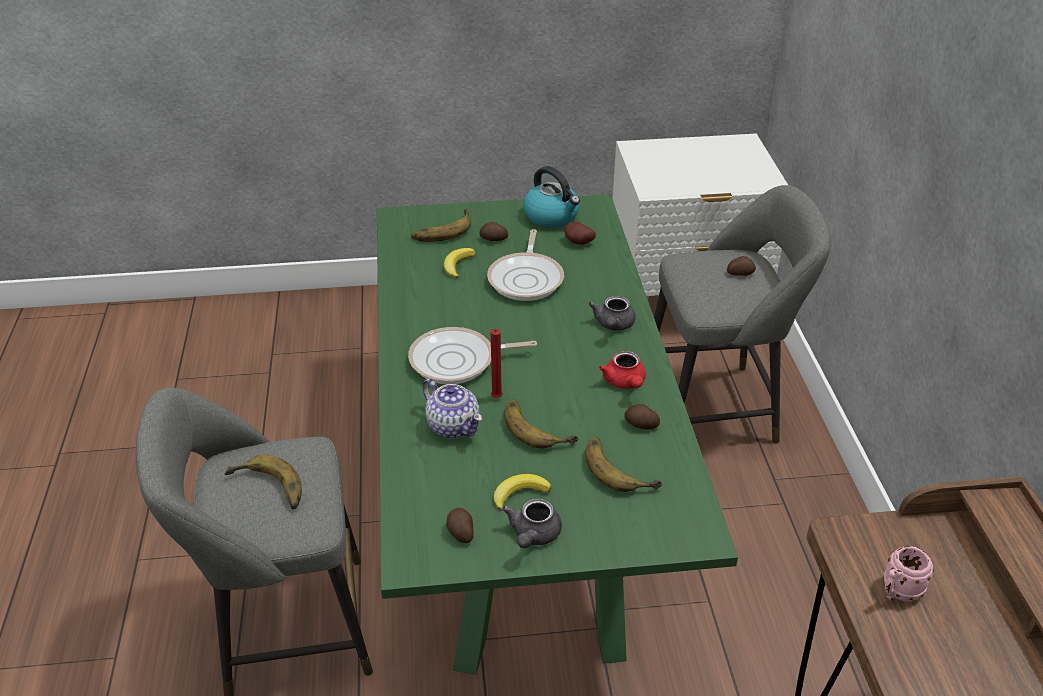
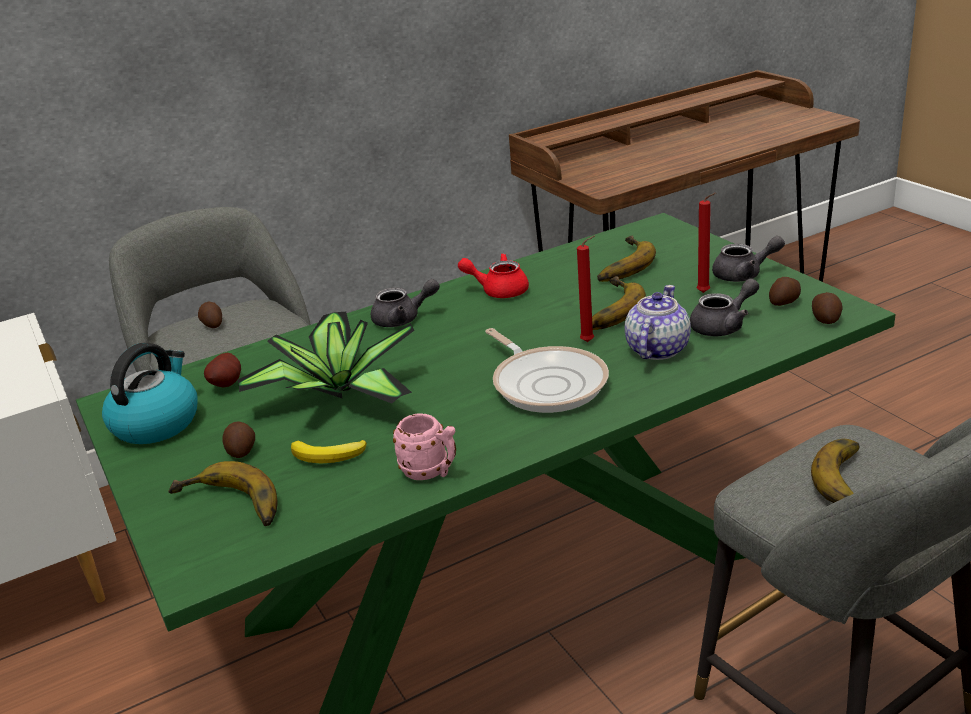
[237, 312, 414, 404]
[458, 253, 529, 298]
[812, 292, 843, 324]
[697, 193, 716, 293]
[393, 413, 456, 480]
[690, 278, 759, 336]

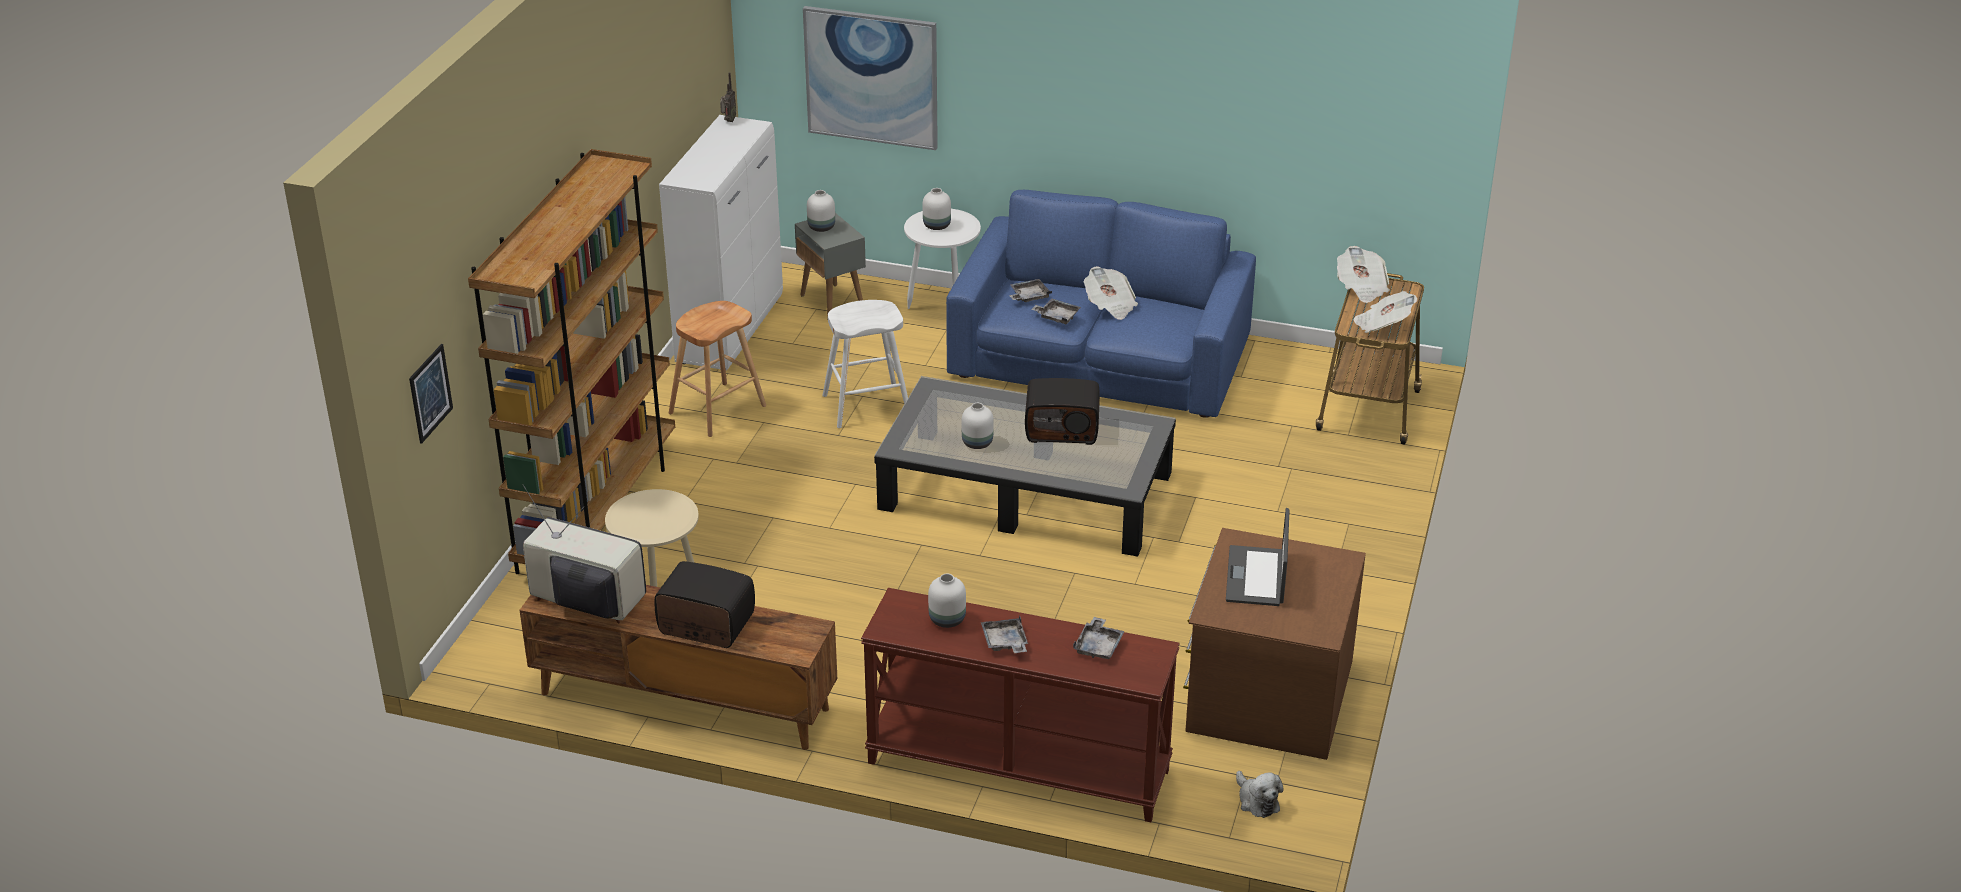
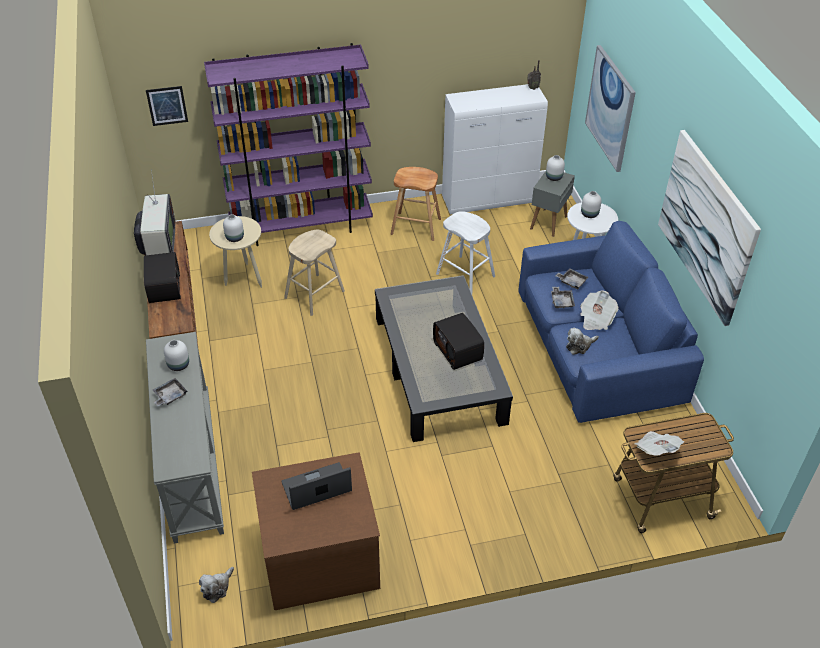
[204, 43, 373, 246]
[1337, 246, 1390, 303] (first image)
[223, 214, 244, 242]
[146, 332, 224, 544]
[1073, 617, 1125, 659] (first image)
[658, 130, 761, 326]
[284, 230, 345, 316]
[566, 328, 599, 355]

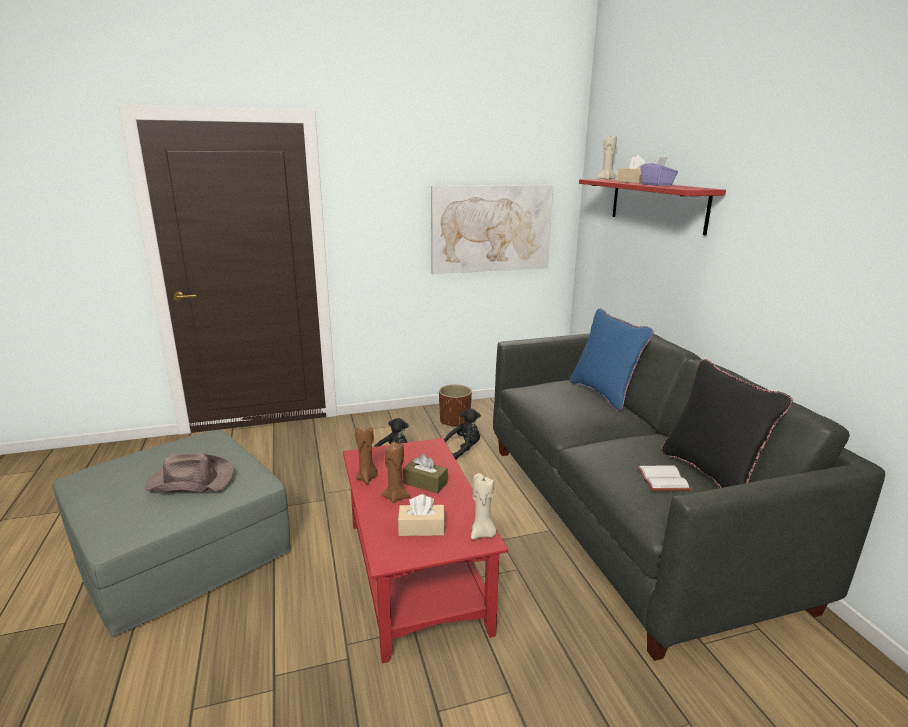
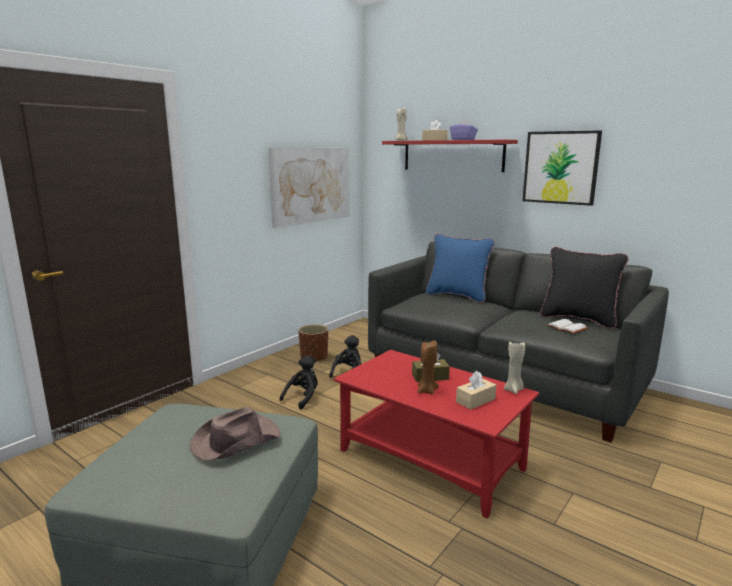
[355, 427, 378, 484] (first image)
[523, 130, 602, 206]

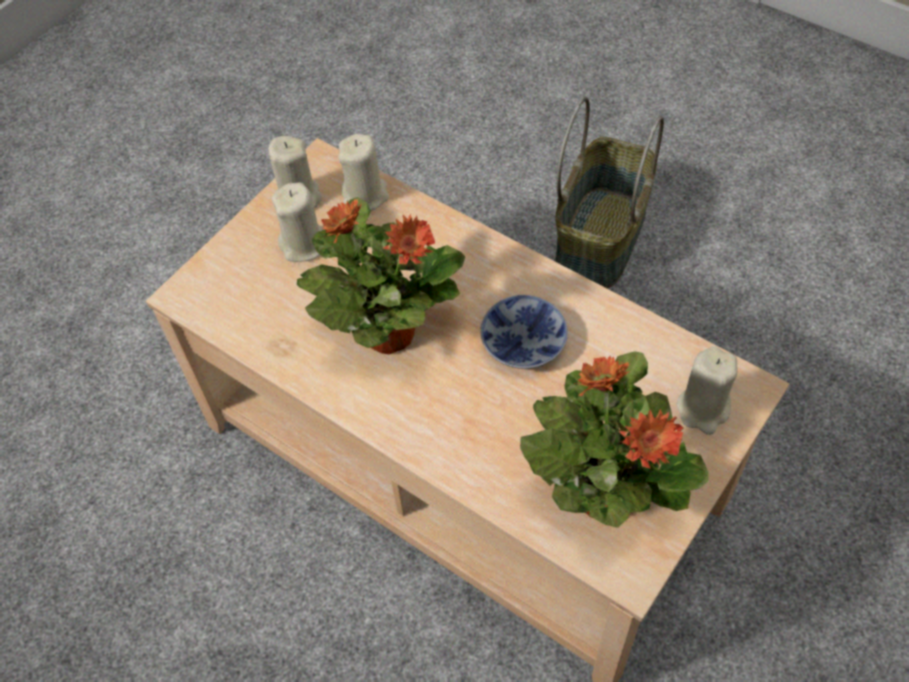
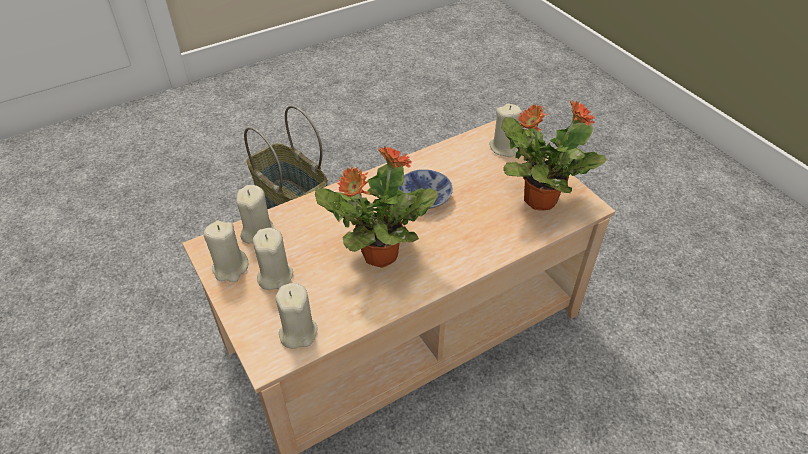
[275, 283, 317, 349]

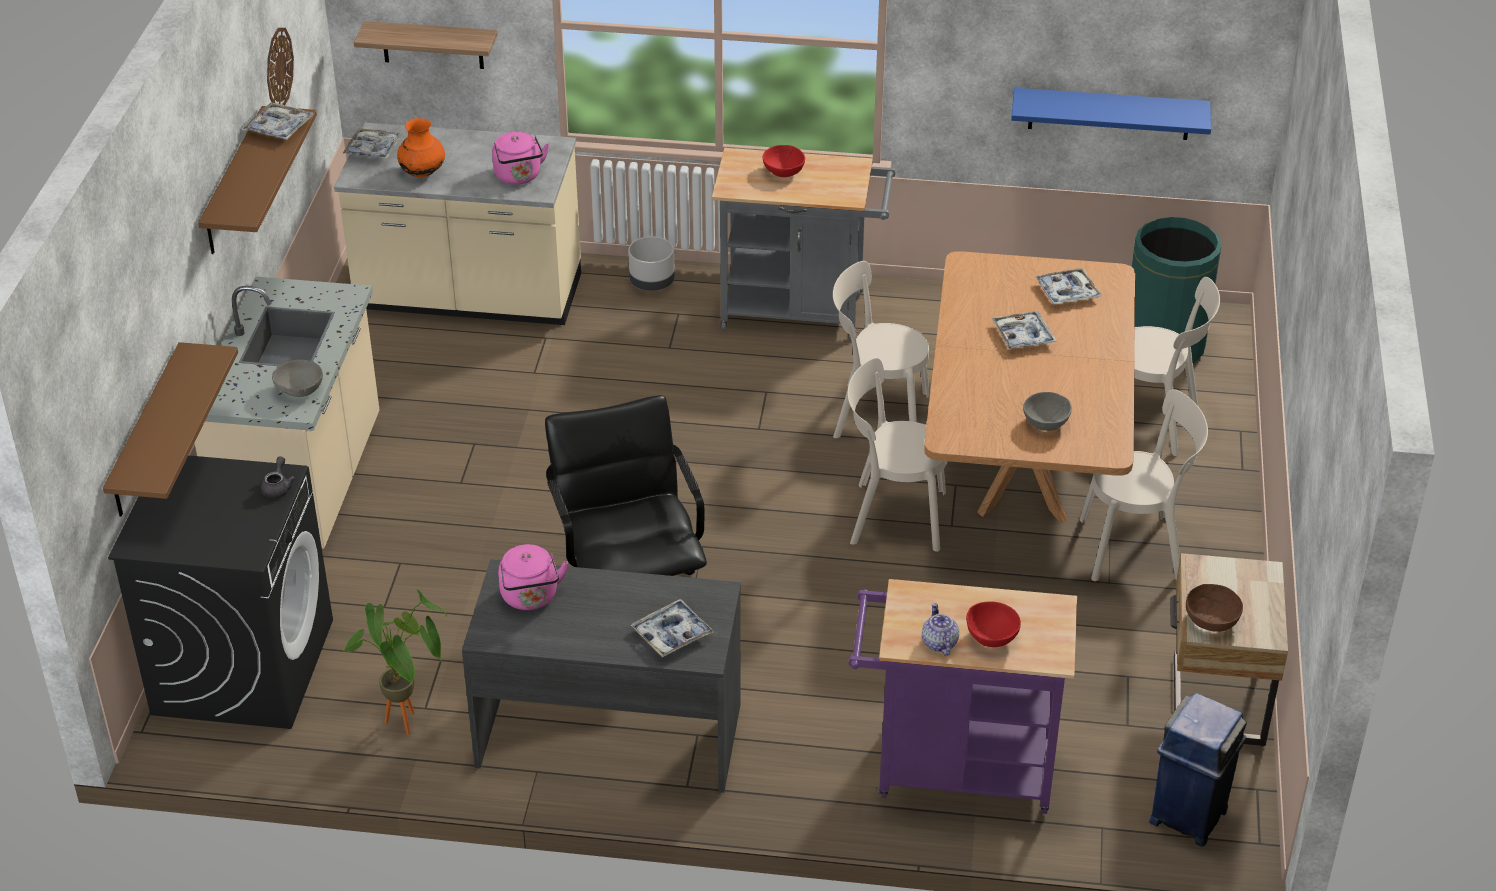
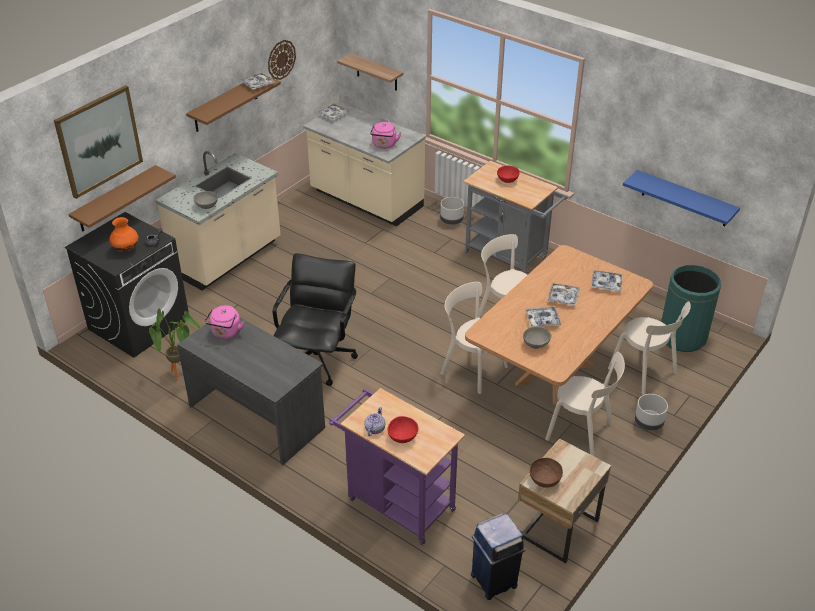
[109, 217, 139, 252]
[525, 306, 561, 327]
[54, 85, 143, 199]
[635, 394, 668, 431]

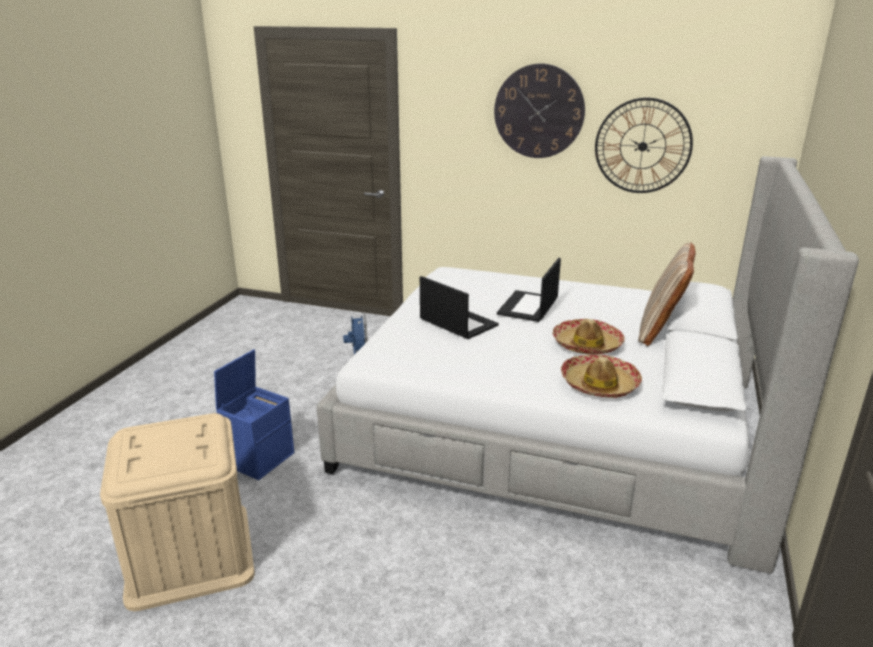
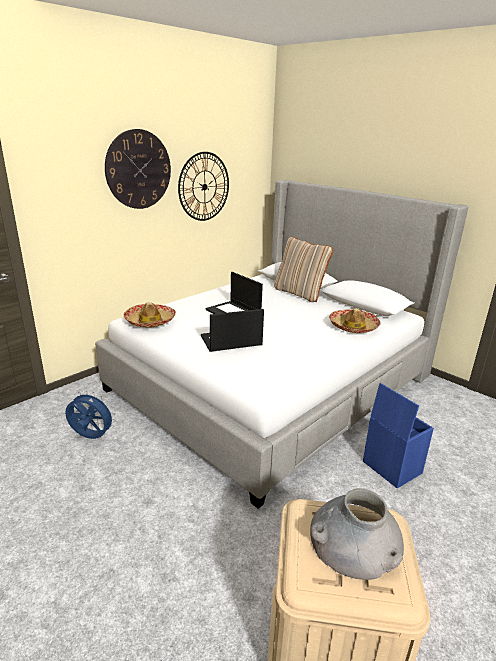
[124, 302, 176, 327]
[363, 383, 434, 488]
[310, 488, 404, 580]

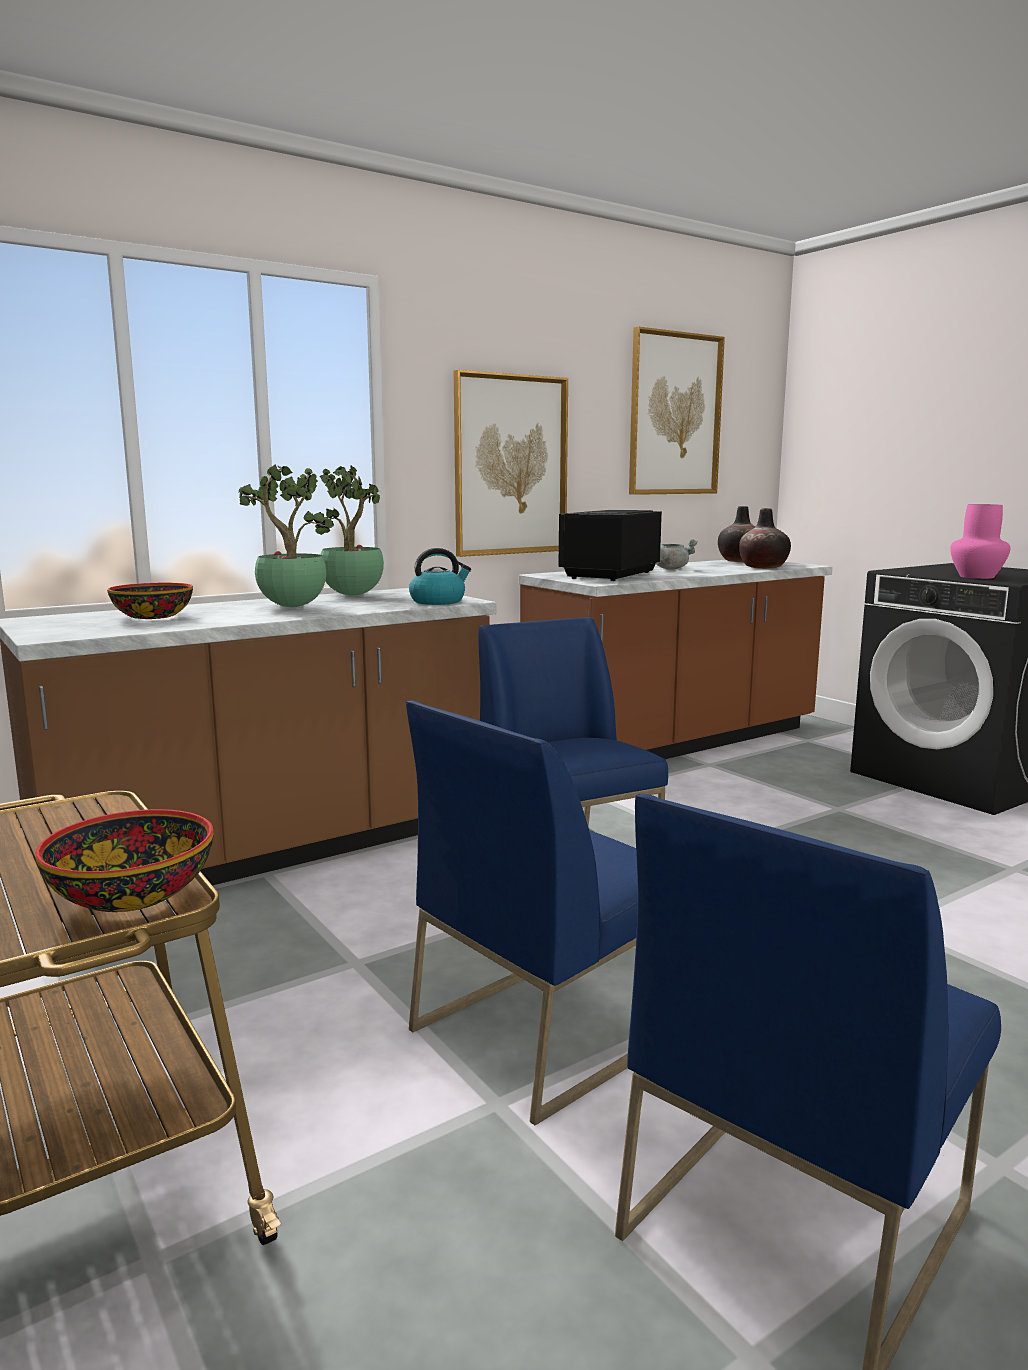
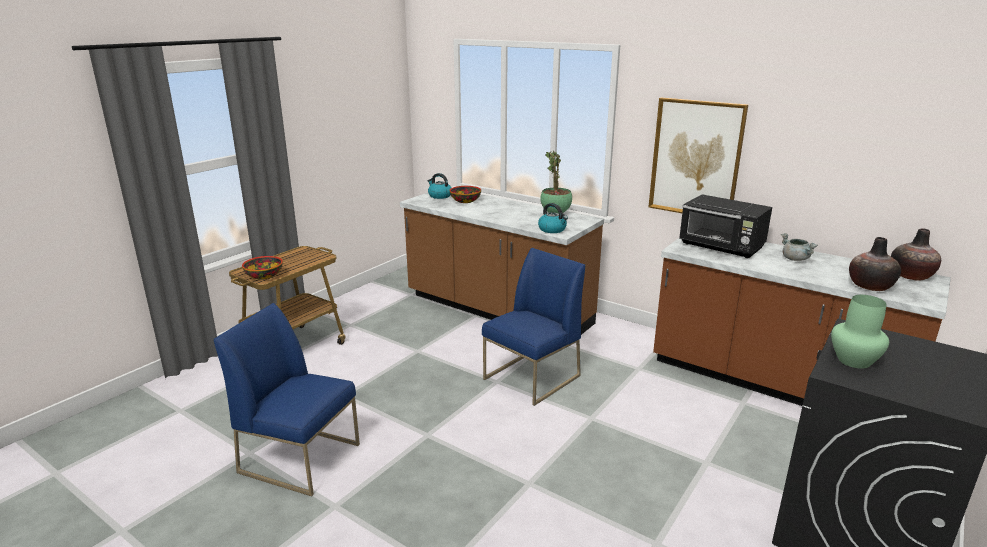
[629, 327, 725, 495] (first image)
[239, 465, 333, 607] (first image)
[831, 295, 889, 369]
[679, 194, 772, 258]
[406, 701, 638, 1125] (first image)
[428, 173, 452, 199]

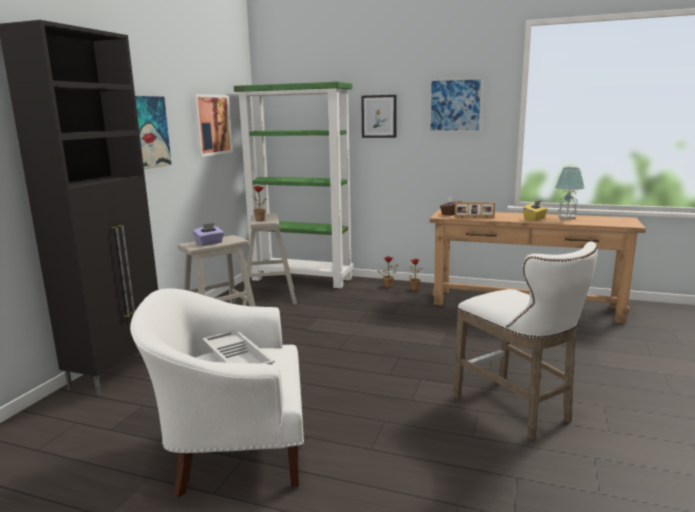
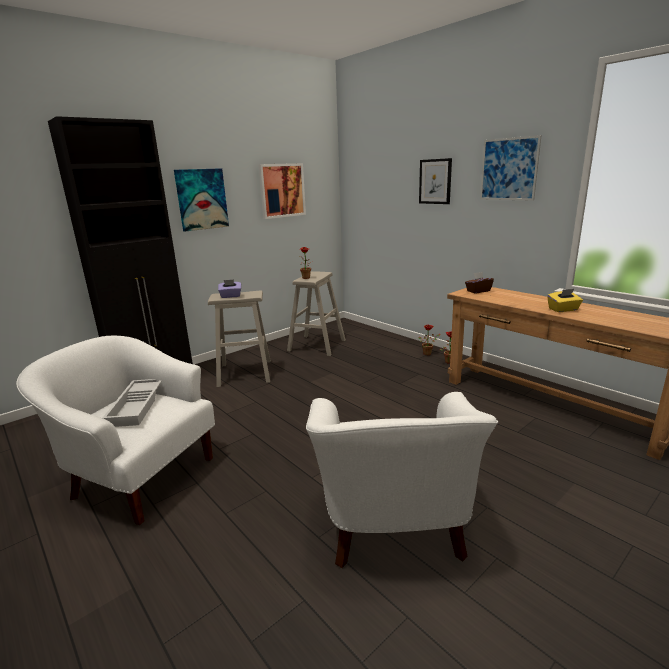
[234, 82, 354, 288] (first image)
[555, 167, 585, 219] (first image)
[455, 202, 495, 218] (first image)
[306, 392, 498, 568]

